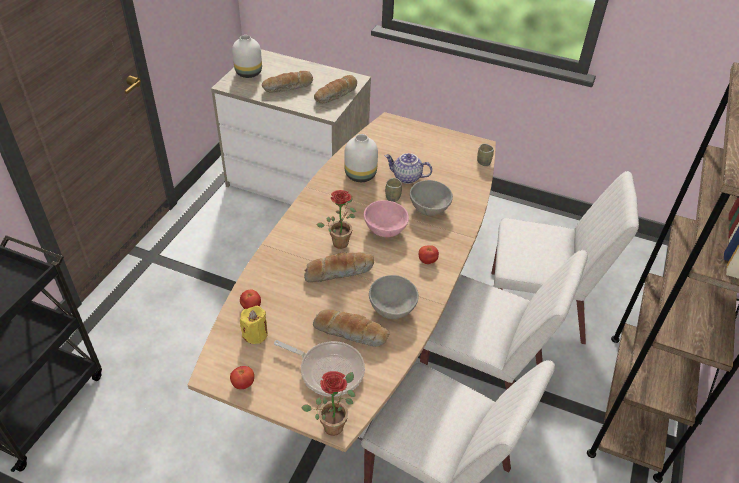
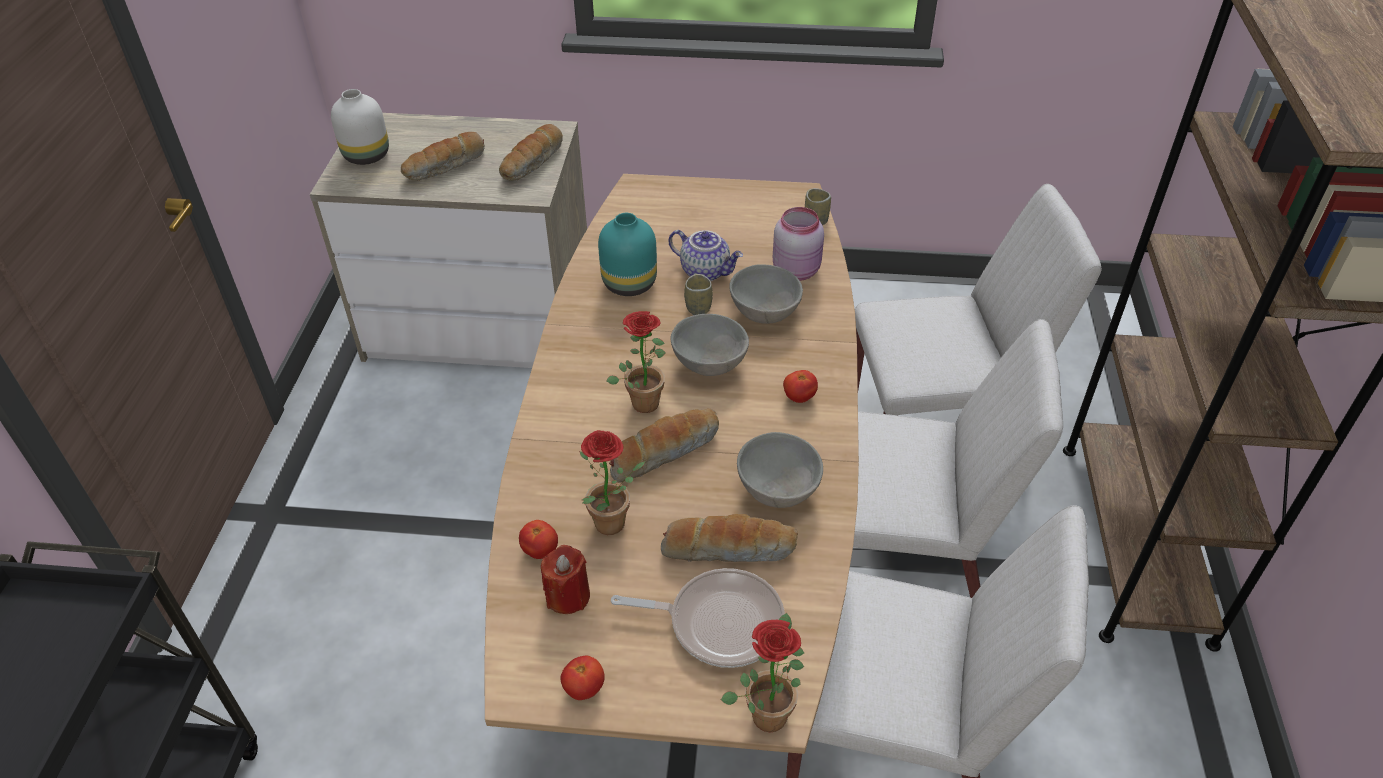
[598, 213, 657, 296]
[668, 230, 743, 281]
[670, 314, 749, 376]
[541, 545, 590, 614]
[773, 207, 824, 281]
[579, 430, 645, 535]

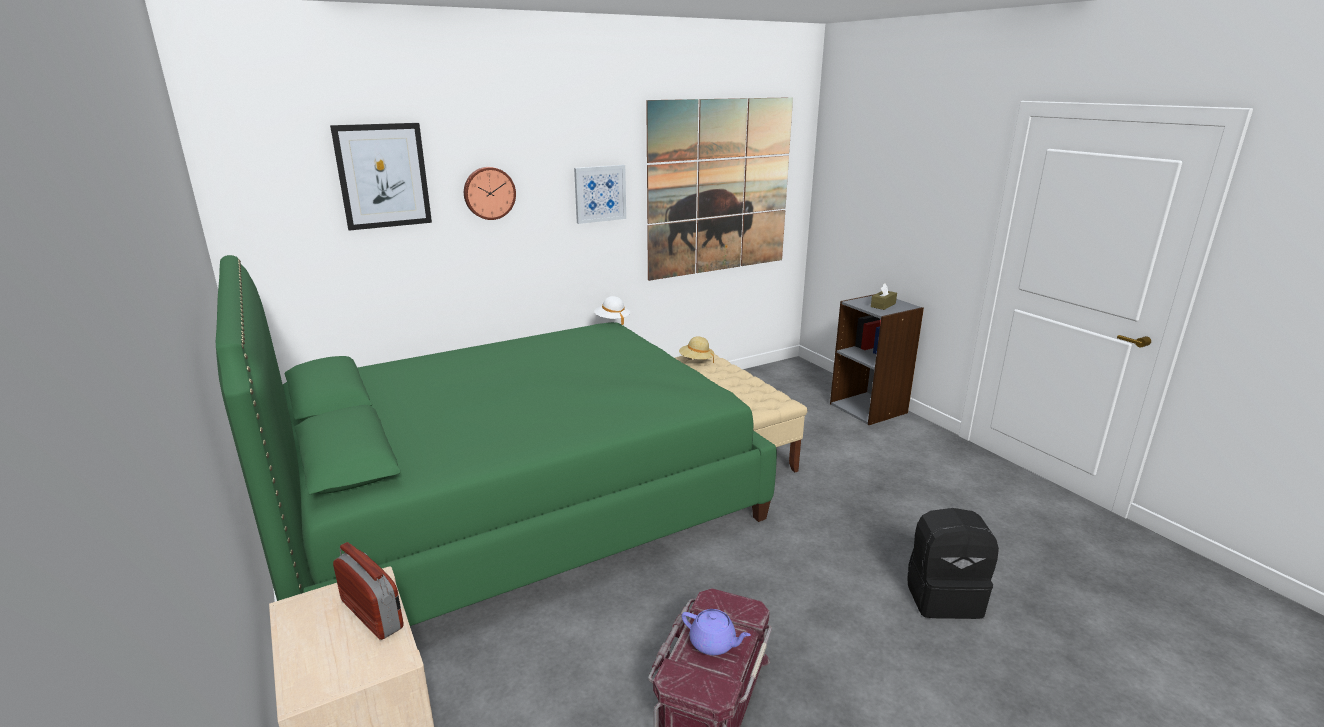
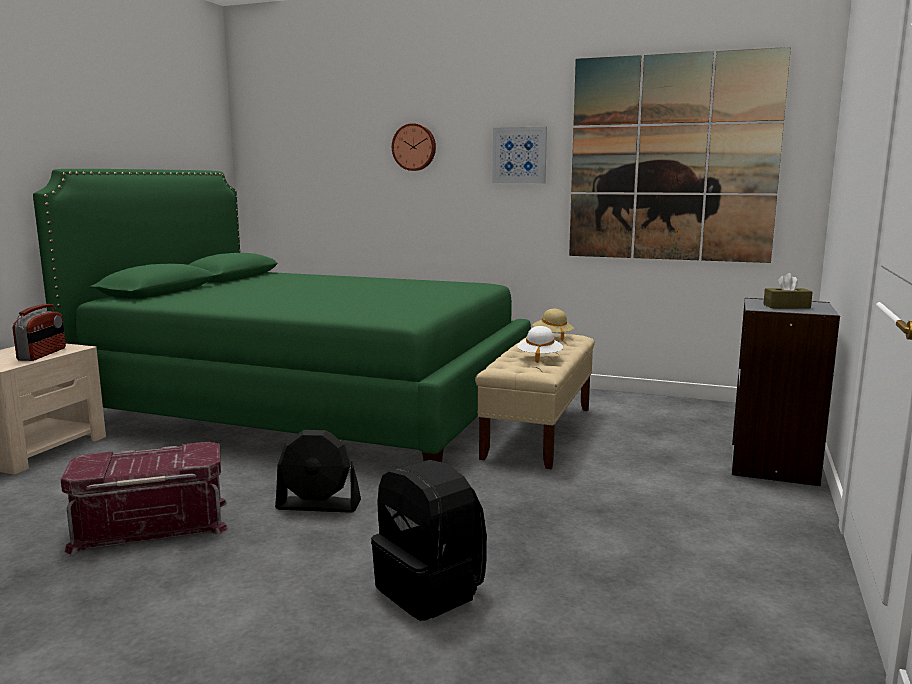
[330, 123, 432, 231] (first image)
[517, 326, 563, 363]
[682, 609, 751, 655] (first image)
[275, 430, 361, 513]

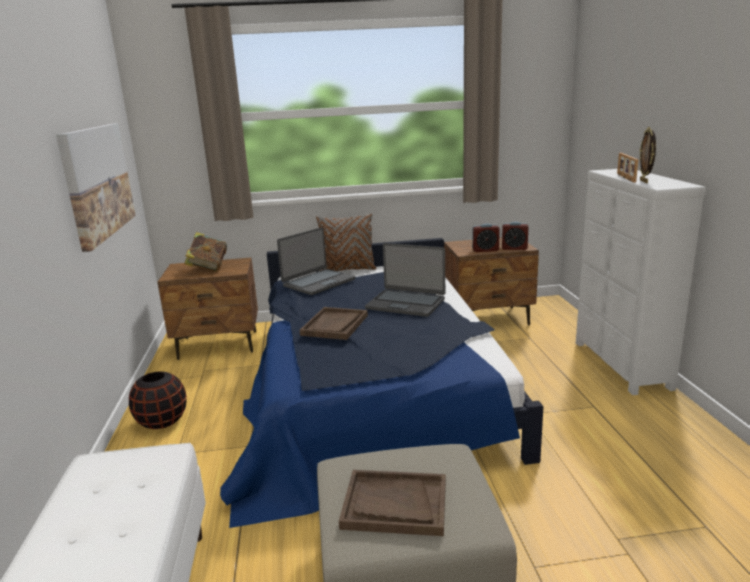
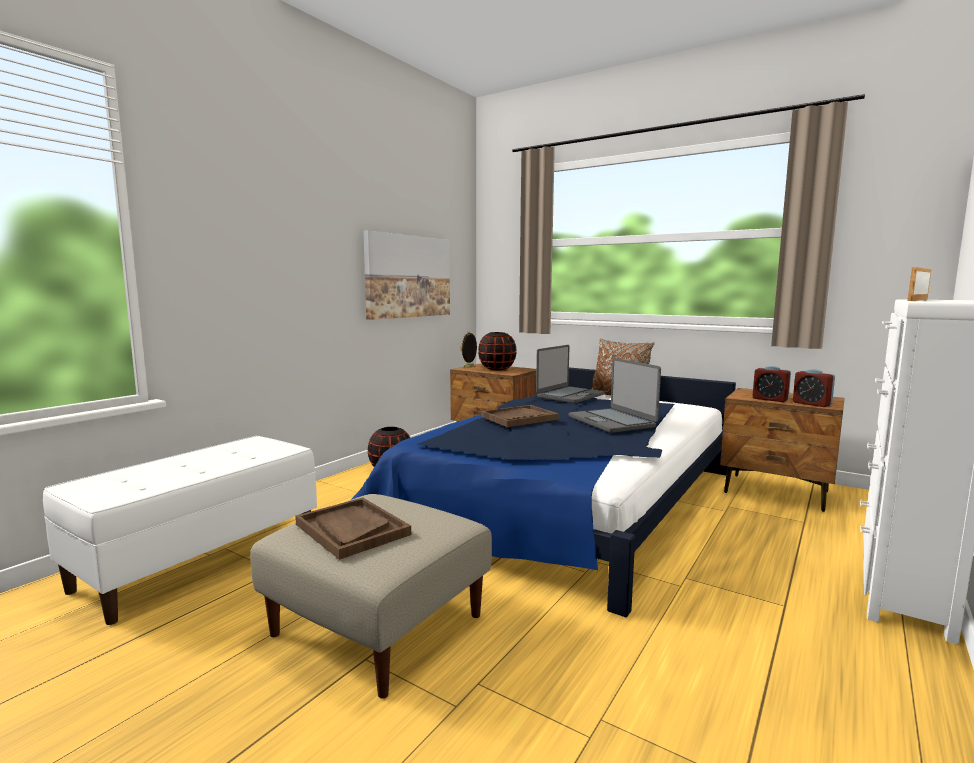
[460, 332, 477, 367]
[536, 345, 605, 403]
[478, 332, 517, 370]

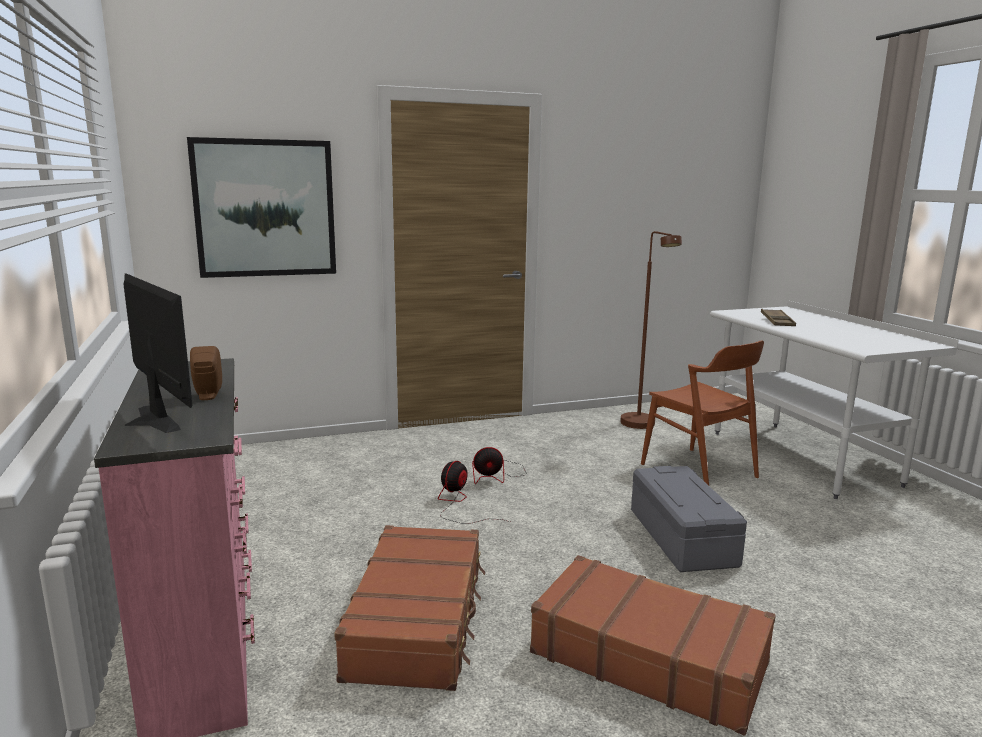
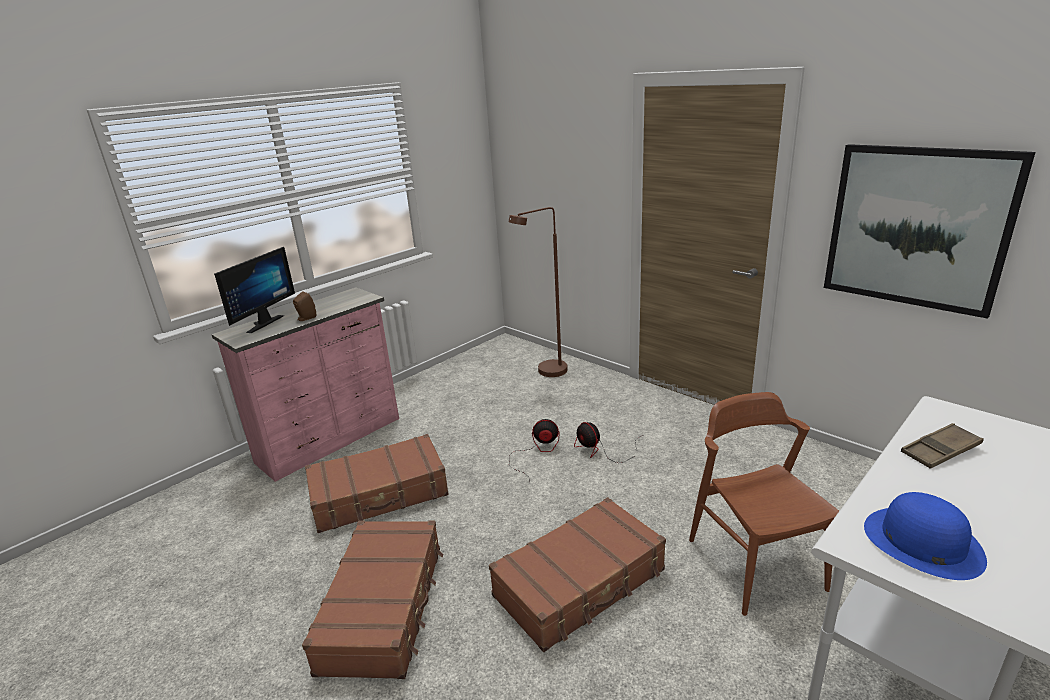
[824, 144, 1035, 319]
[509, 207, 568, 377]
[689, 392, 839, 616]
[489, 497, 666, 652]
[864, 492, 987, 580]

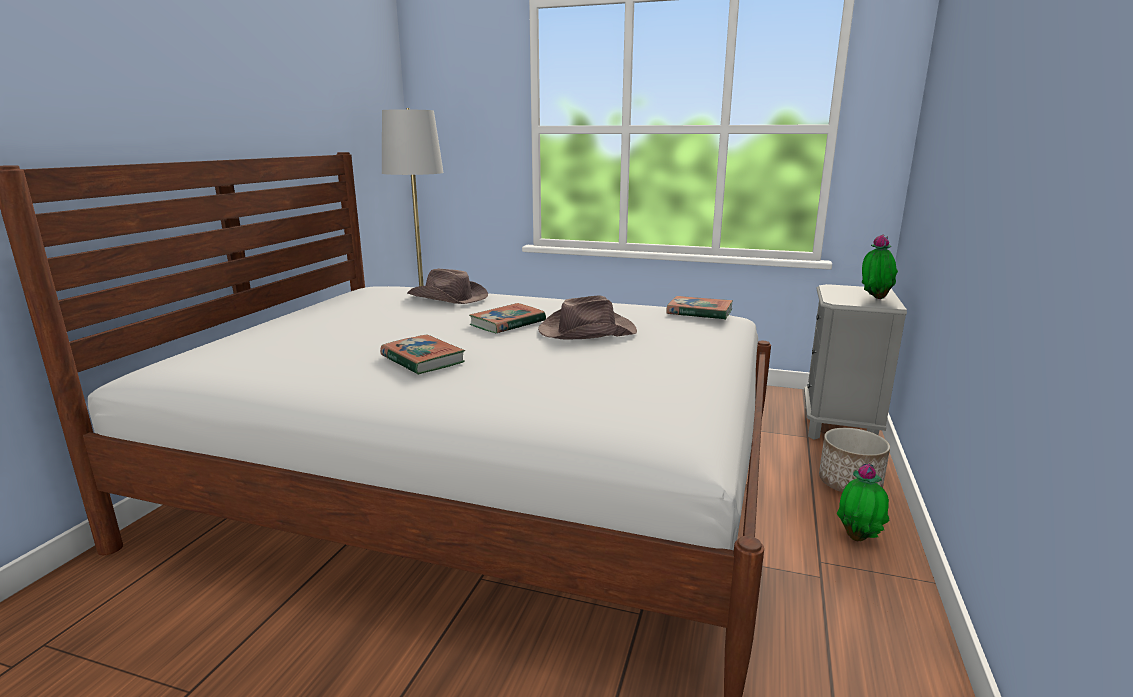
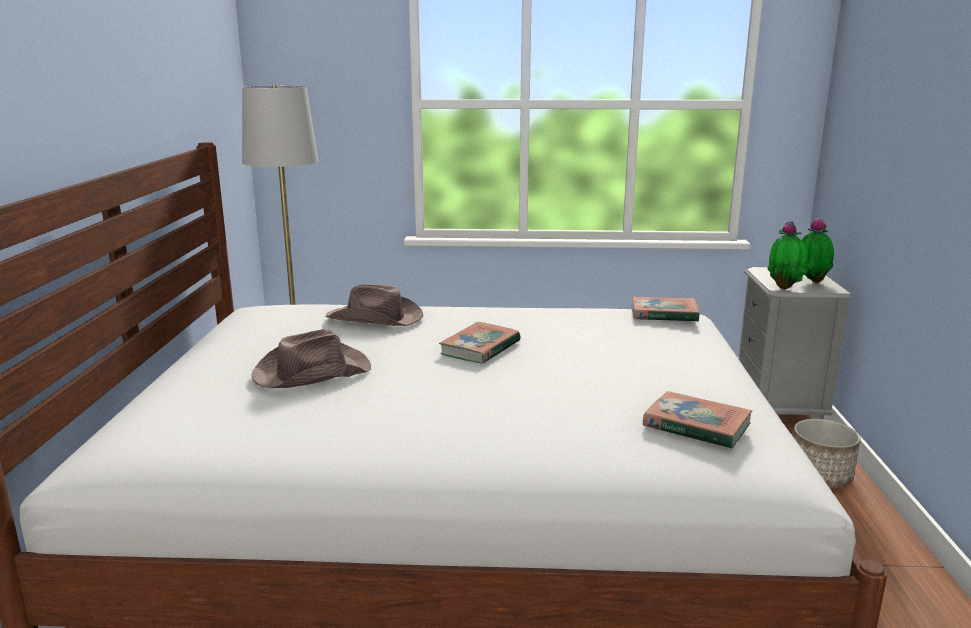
[252, 329, 371, 388]
[643, 391, 752, 449]
[767, 221, 809, 289]

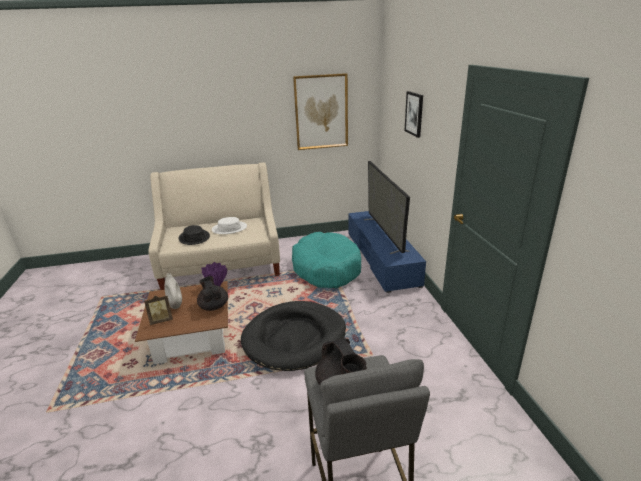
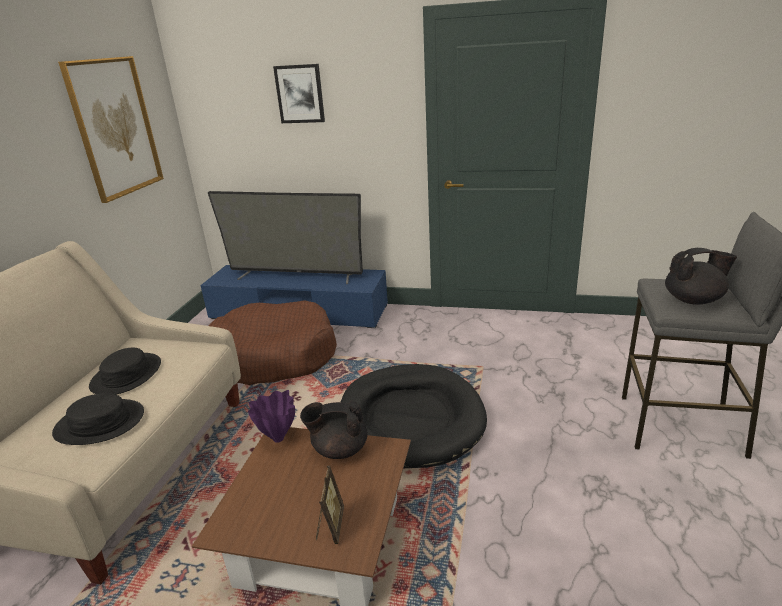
[89, 348, 161, 394]
[209, 300, 337, 385]
[164, 273, 182, 309] (first image)

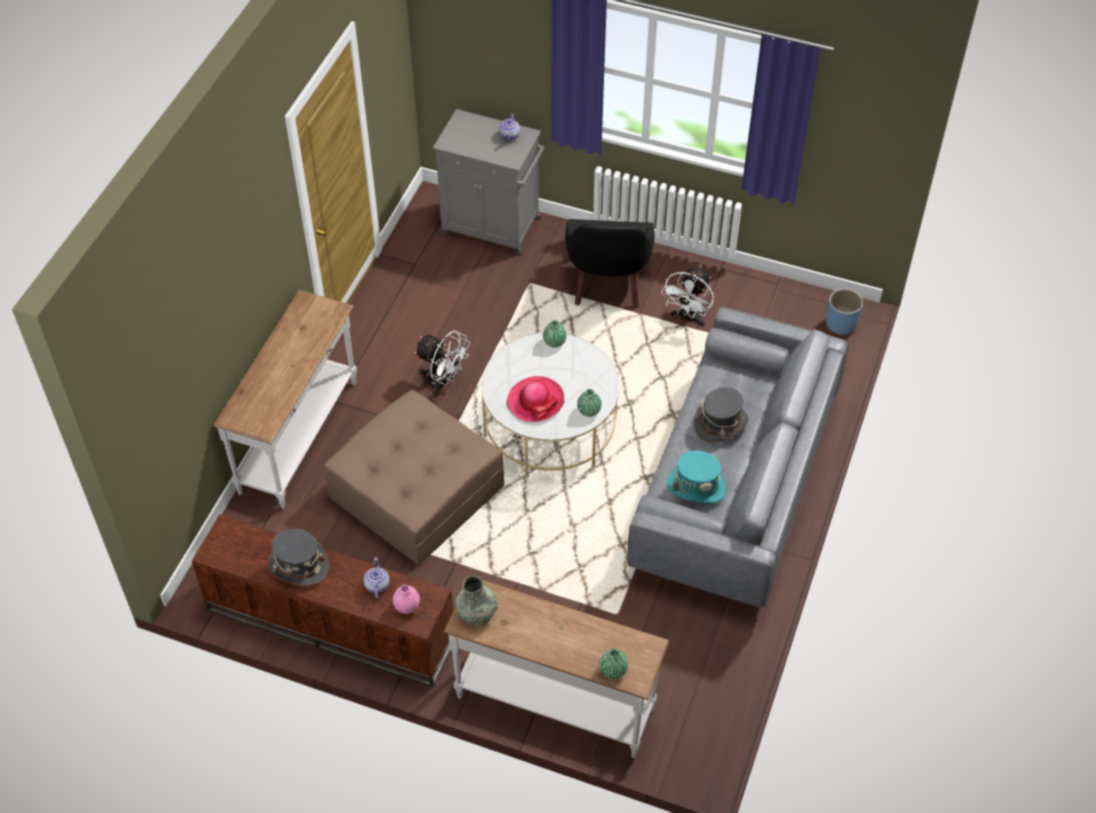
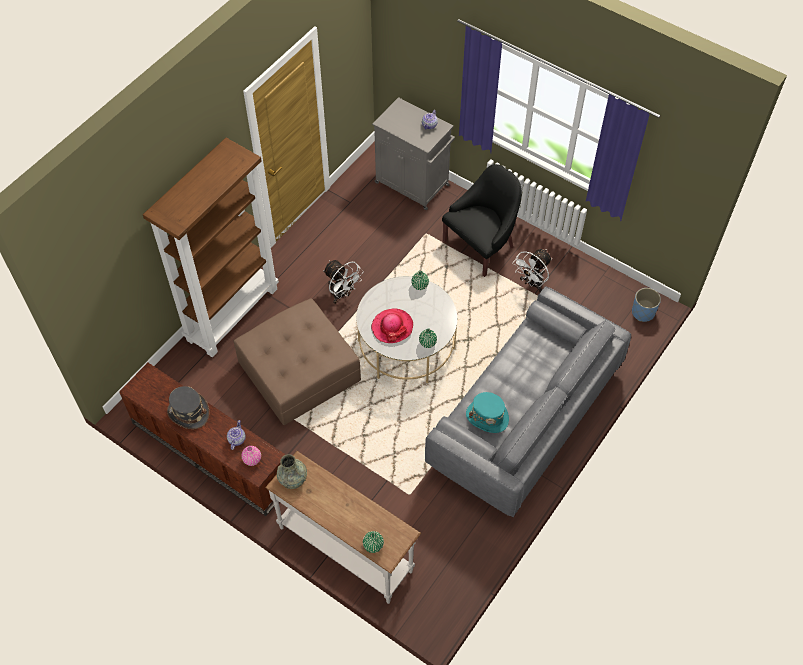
[442, 164, 522, 277]
[143, 138, 279, 357]
[694, 387, 748, 443] (first image)

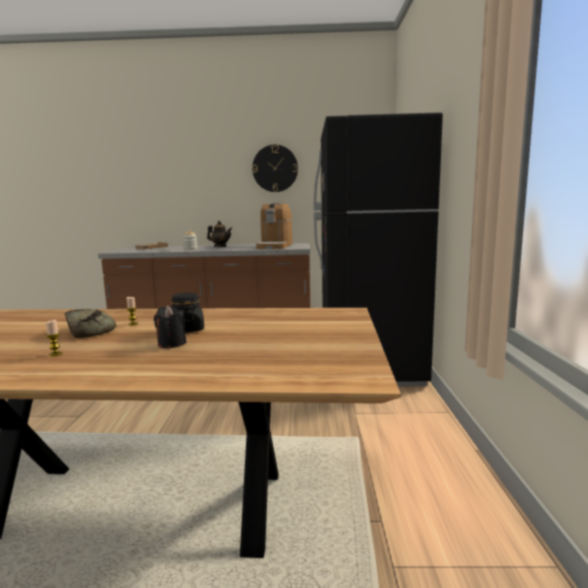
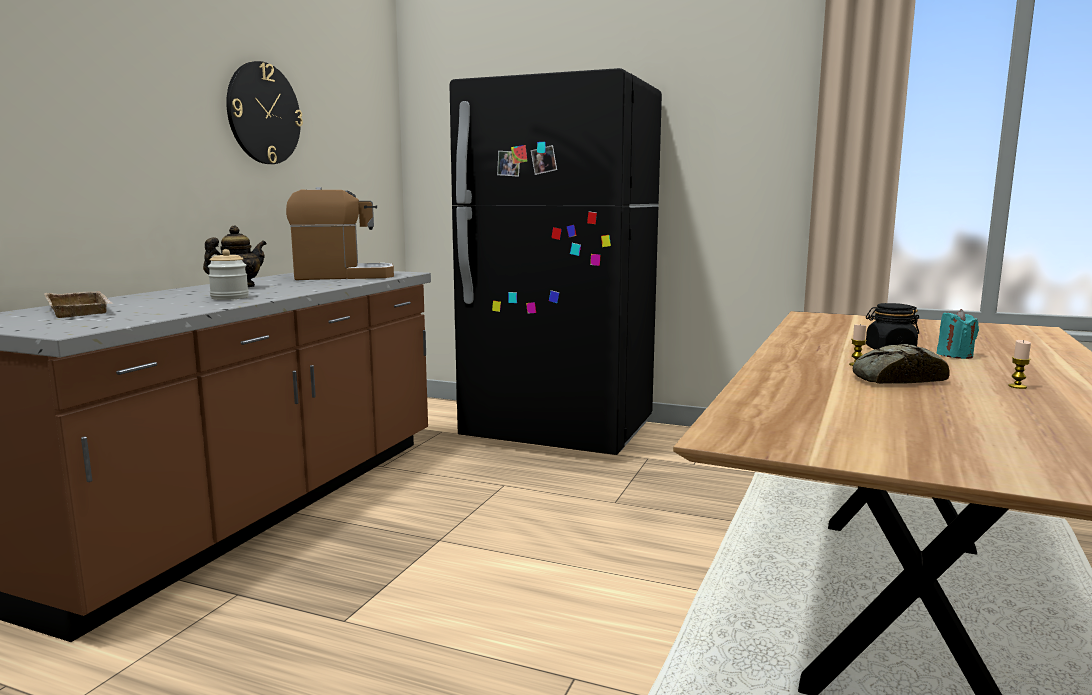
[286, 187, 394, 280]
[937, 309, 979, 359]

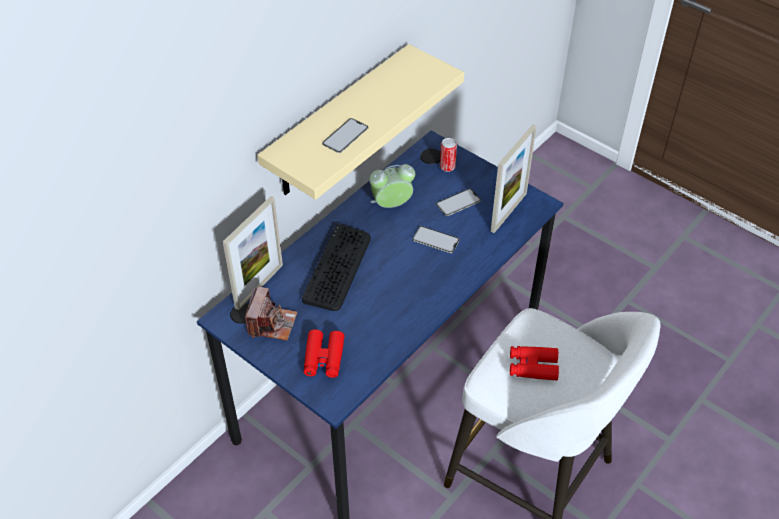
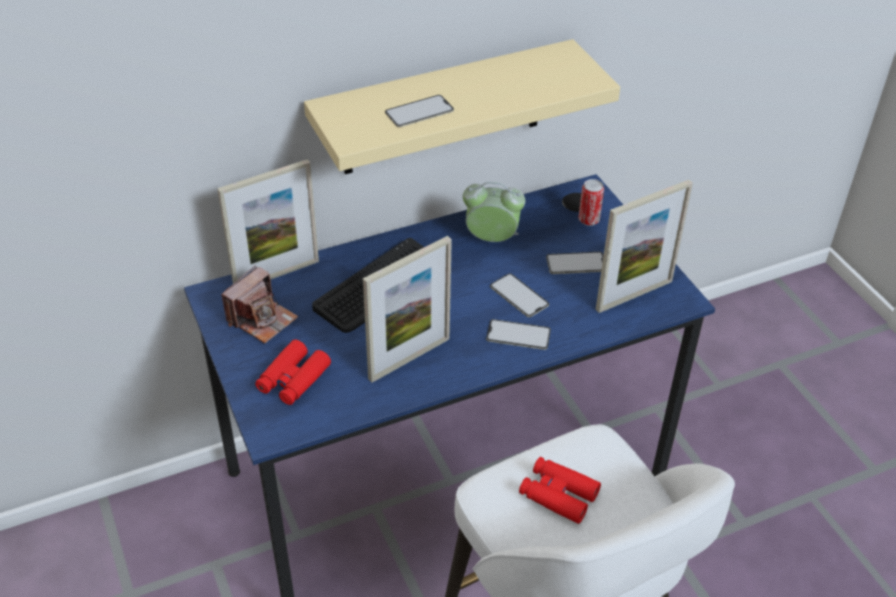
[363, 236, 452, 382]
[486, 319, 551, 350]

